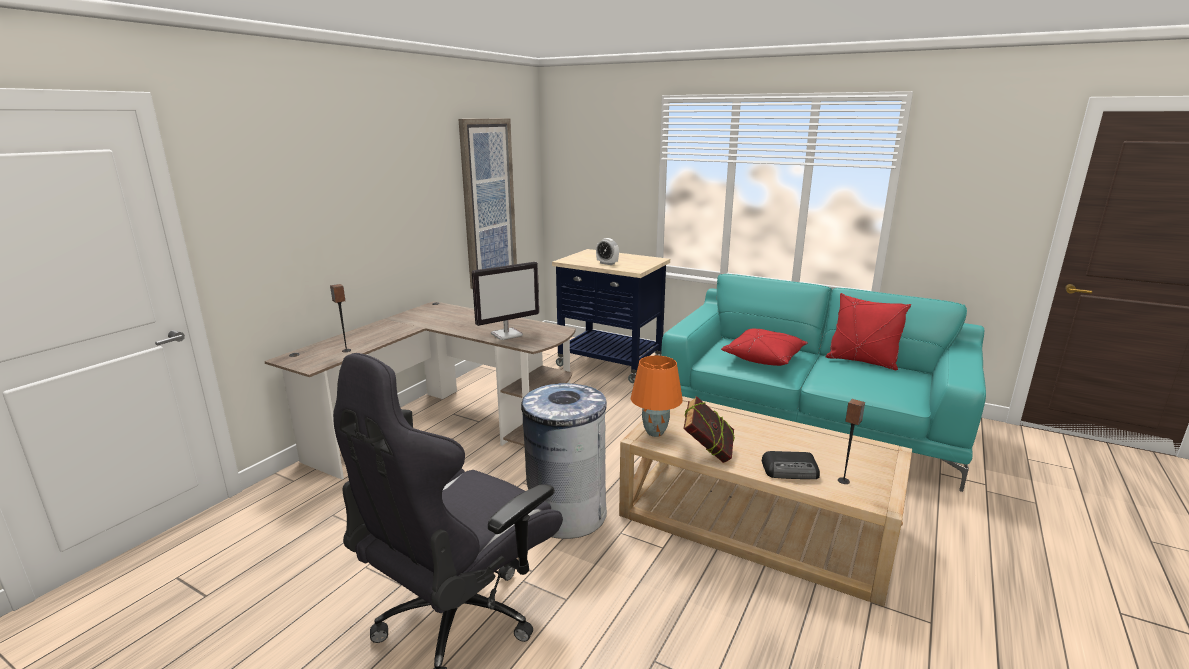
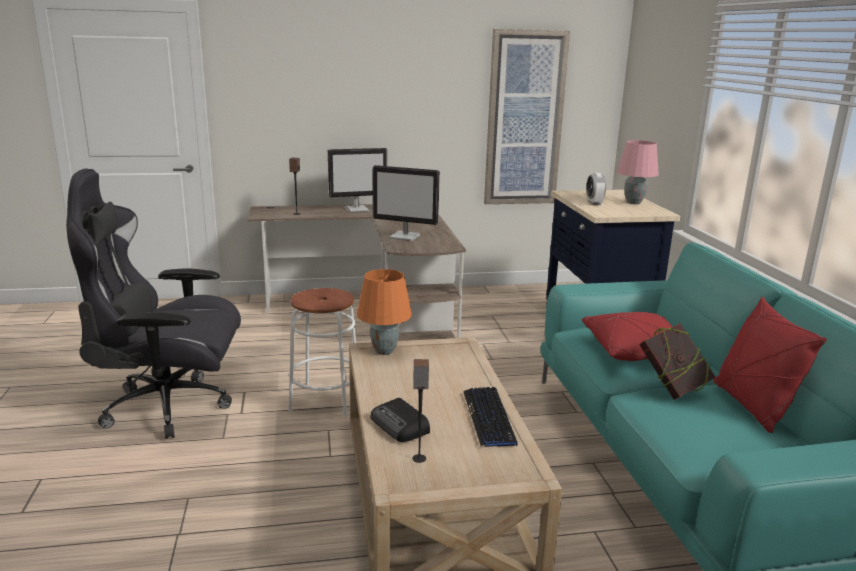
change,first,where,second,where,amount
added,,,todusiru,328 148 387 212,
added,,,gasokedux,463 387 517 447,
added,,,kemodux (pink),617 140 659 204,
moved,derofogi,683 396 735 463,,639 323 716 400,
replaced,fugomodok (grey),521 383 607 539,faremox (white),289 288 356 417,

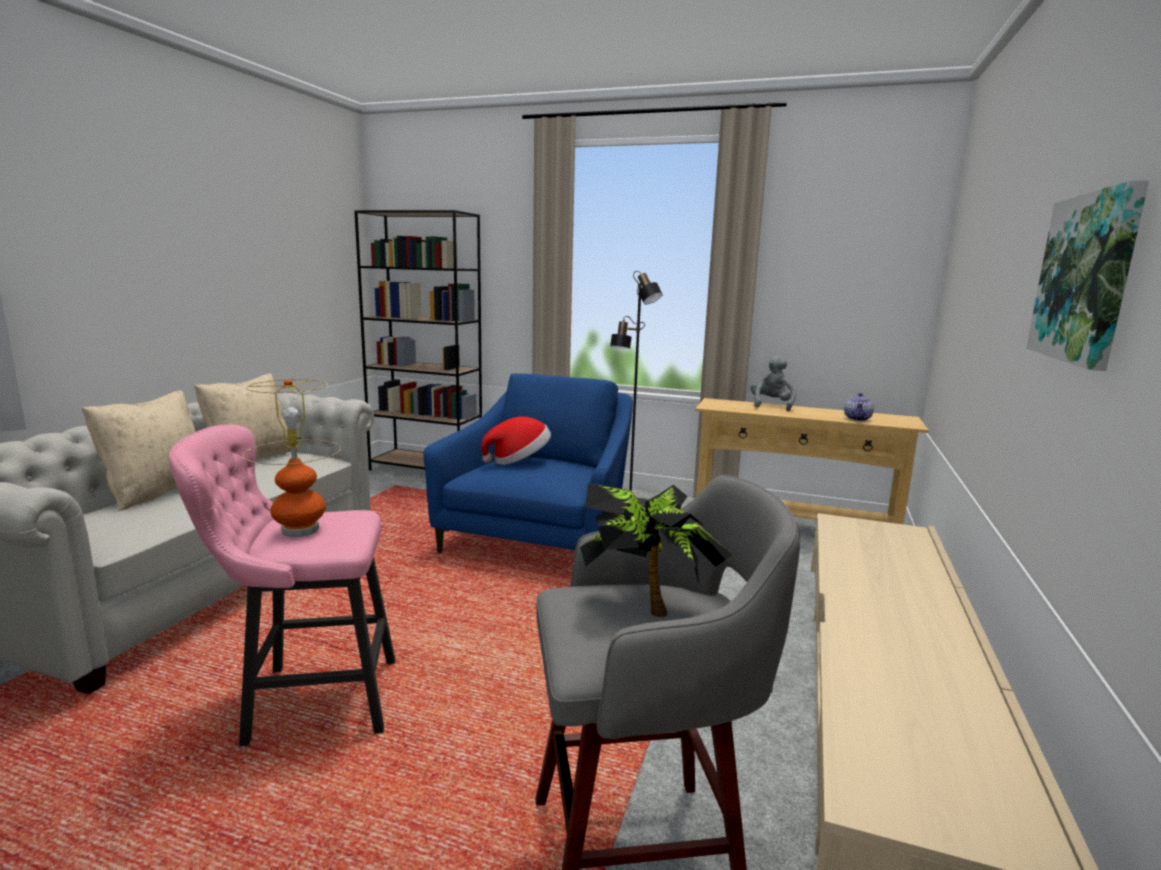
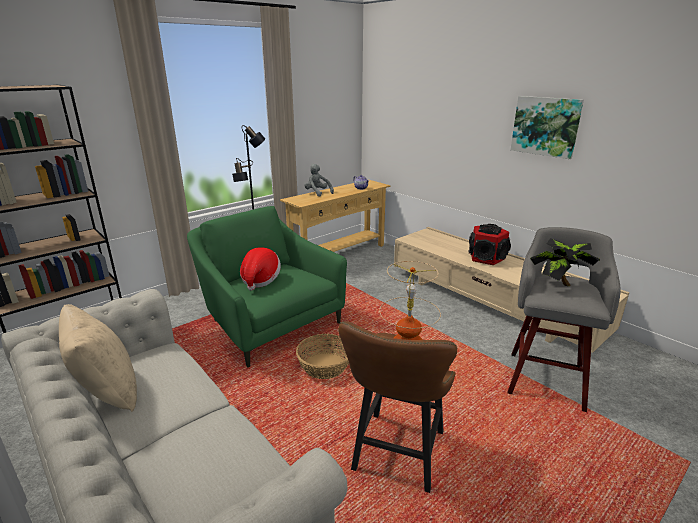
change,first,where,second,where,amount
removed,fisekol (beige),81 390 196 511,,,
added,,,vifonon,296 334 349 379,
added,,,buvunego,469 224 511 265,
recoloured,faremox (pink),169 424 395 747,faremox (brown),338 321 457 493,
recoloured,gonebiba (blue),423 373 633 553,gonebiba (green),187 206 347 368,

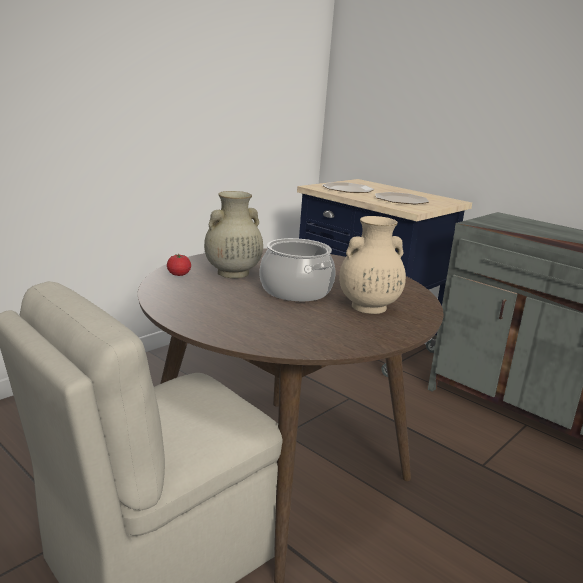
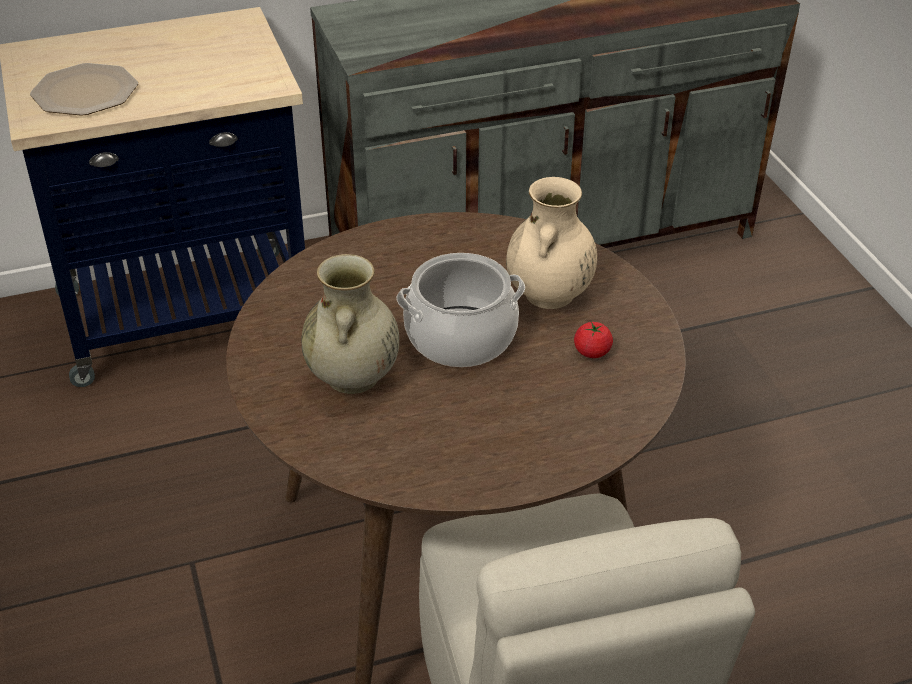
change,first,where,second,where,amount
removed,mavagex,375 192 429 204,,,
moved,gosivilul,167 254 191 276,,574 322 613 358,

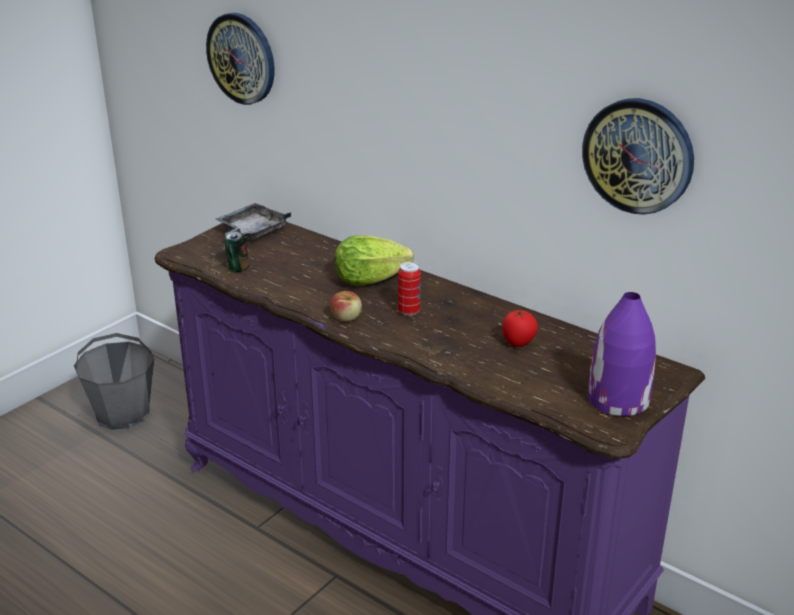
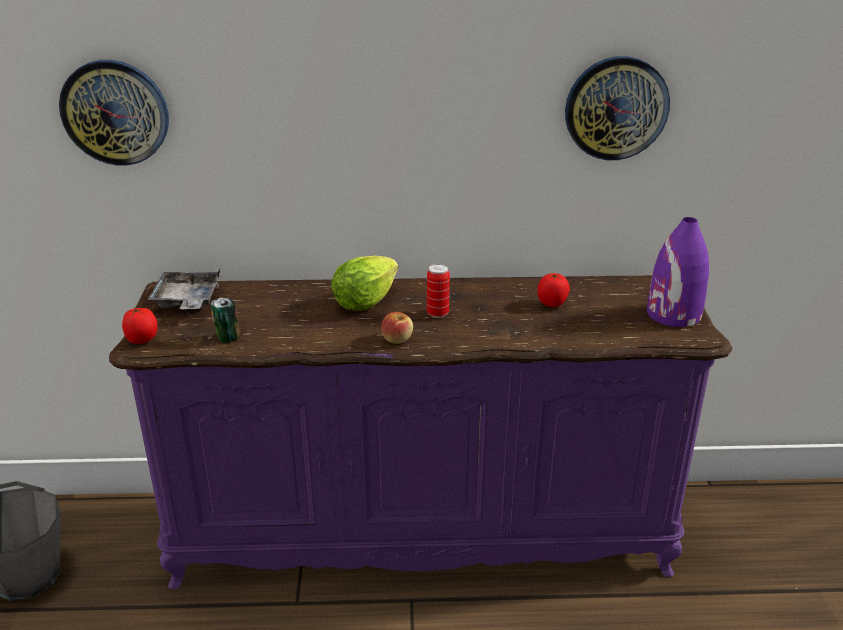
change,first,where,second,where,amount
added,,,gosivilul,122 308 158 344,

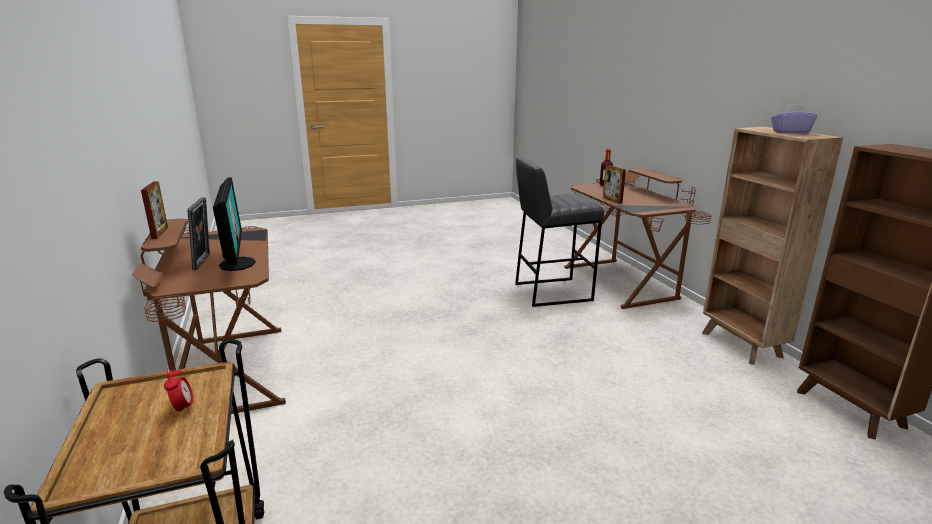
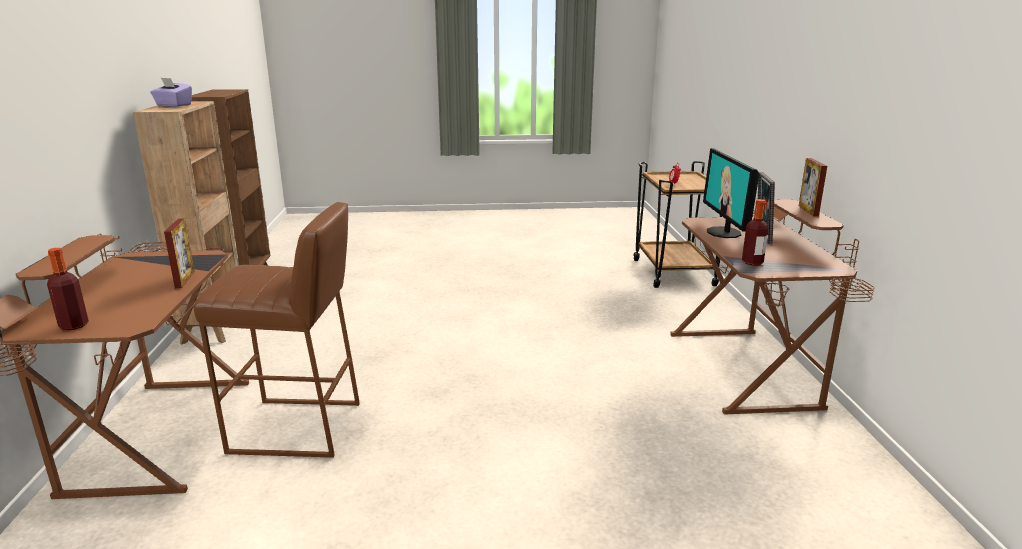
change,first,where,second,where,amount
added,,,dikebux,742 199 769 266,
recoloured,faremox (grey),515 157 604 307,faremox (brown),194 202 360 458,

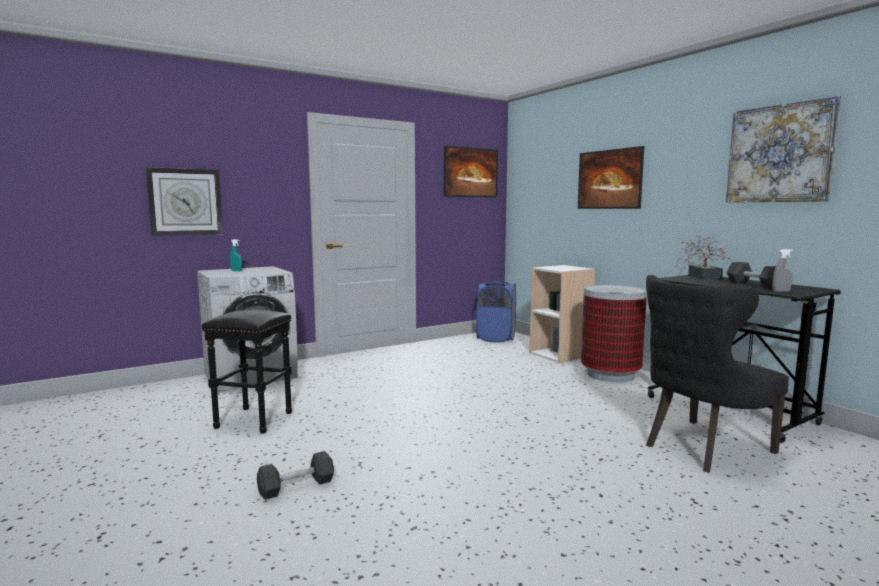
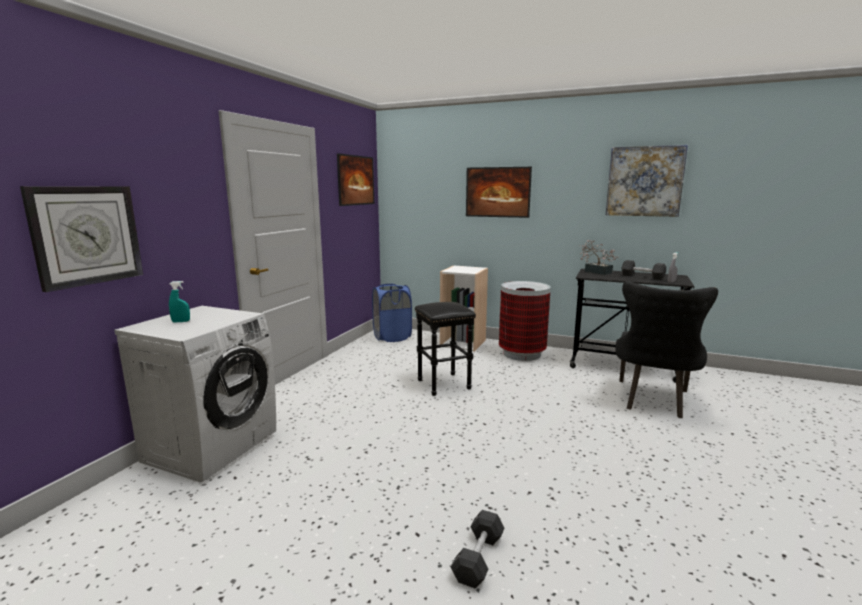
change,first,where,second,where,amount
moved,faremox (black),202 310 292 434,,415 302 476 396,

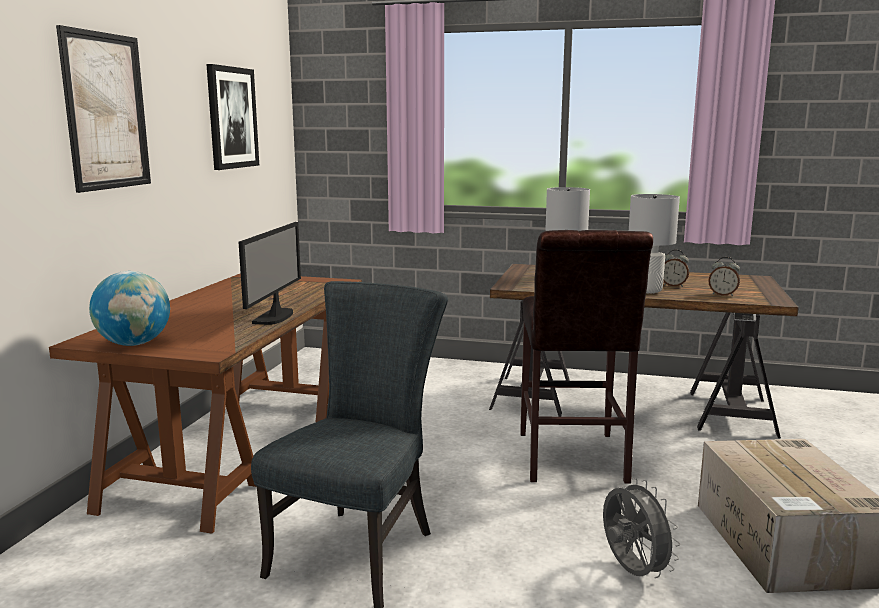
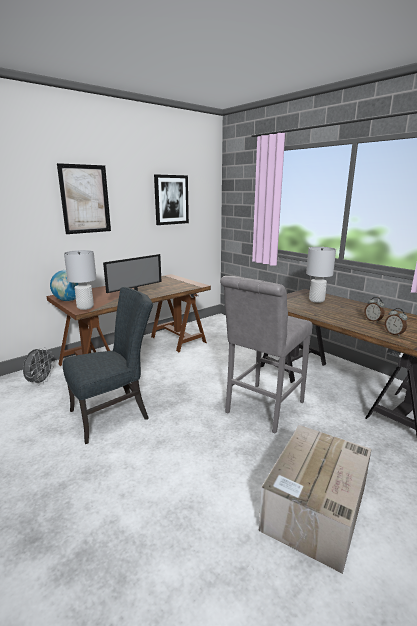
change,first,where,second,where,amount
moved,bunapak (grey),603 478 680 578,,23 347 54 385,
moved,kemodux (grey),629 194 680 294,,64 250 97 310,
recoloured,faremox (brown),520 230 653 484,faremox (grey),220 276 313 434,

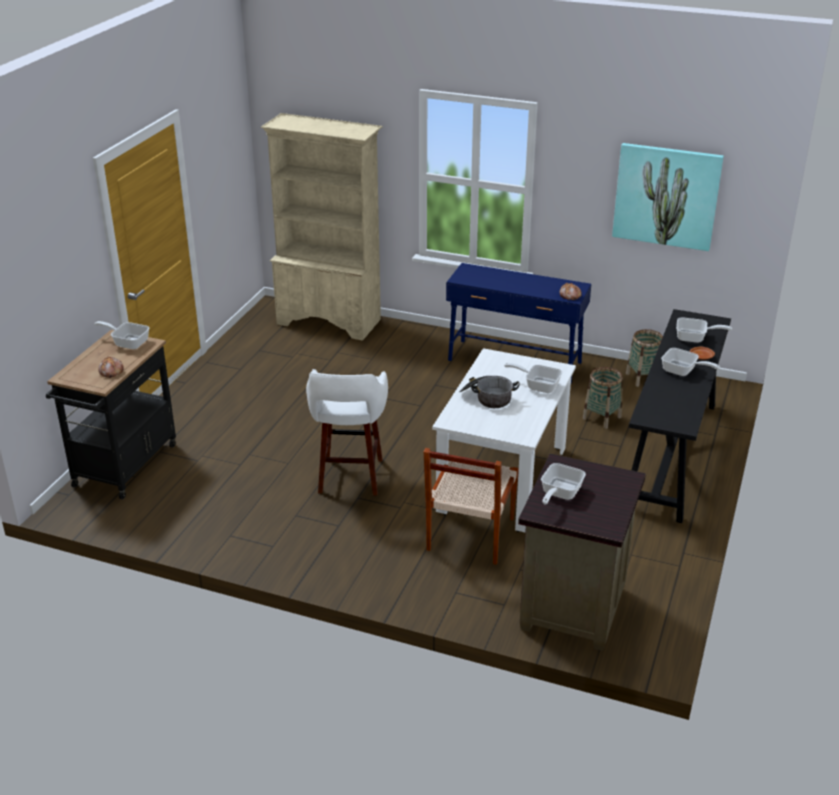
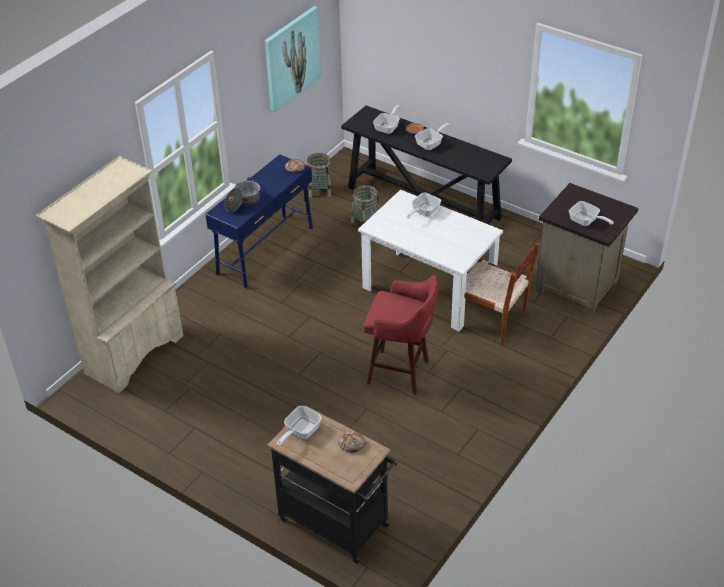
change,first,where,second,where,amount
moved,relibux,459 376 520 408,,225 177 260 212,
recoloured,faremox (white),306 369 388 496,faremox (red),363 275 439 395,

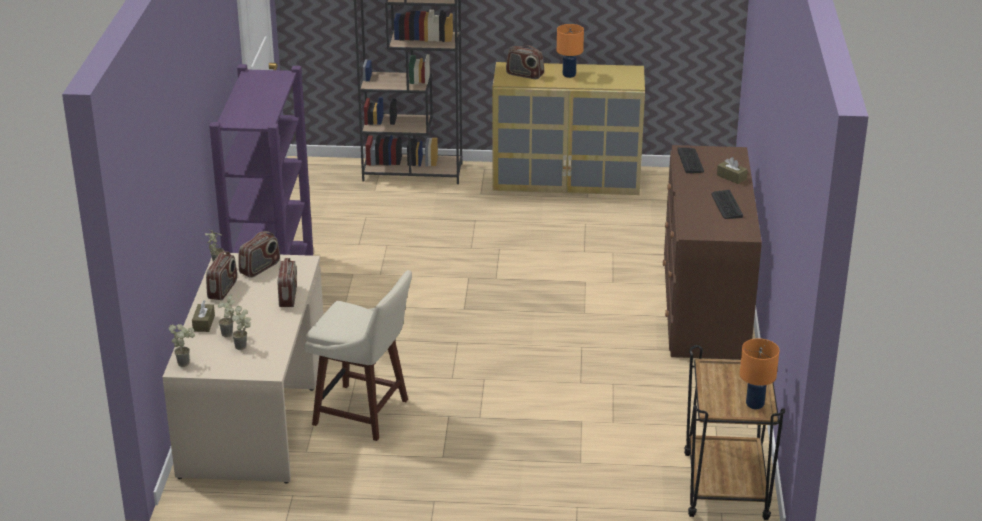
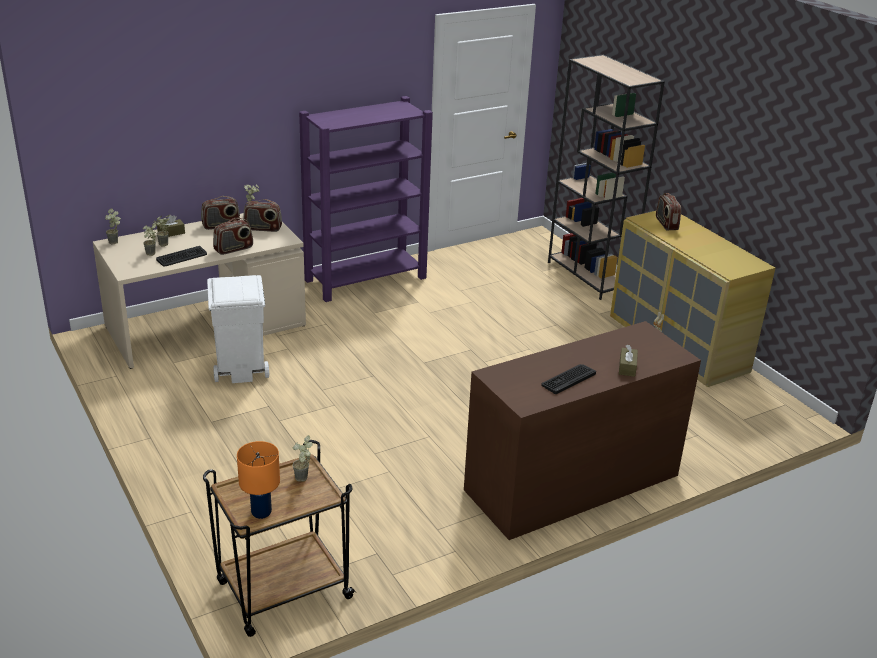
change,first,where,second,where,amount
removed,kemodux (orange),557 24 584 78,,,
added,,,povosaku,292 435 313 482,
moved,gasokedux,677 147 704 173,,156 246 207 266,
replaced,faremox (beige),305 270 412 441,fugomodok (white),207 275 269 383,

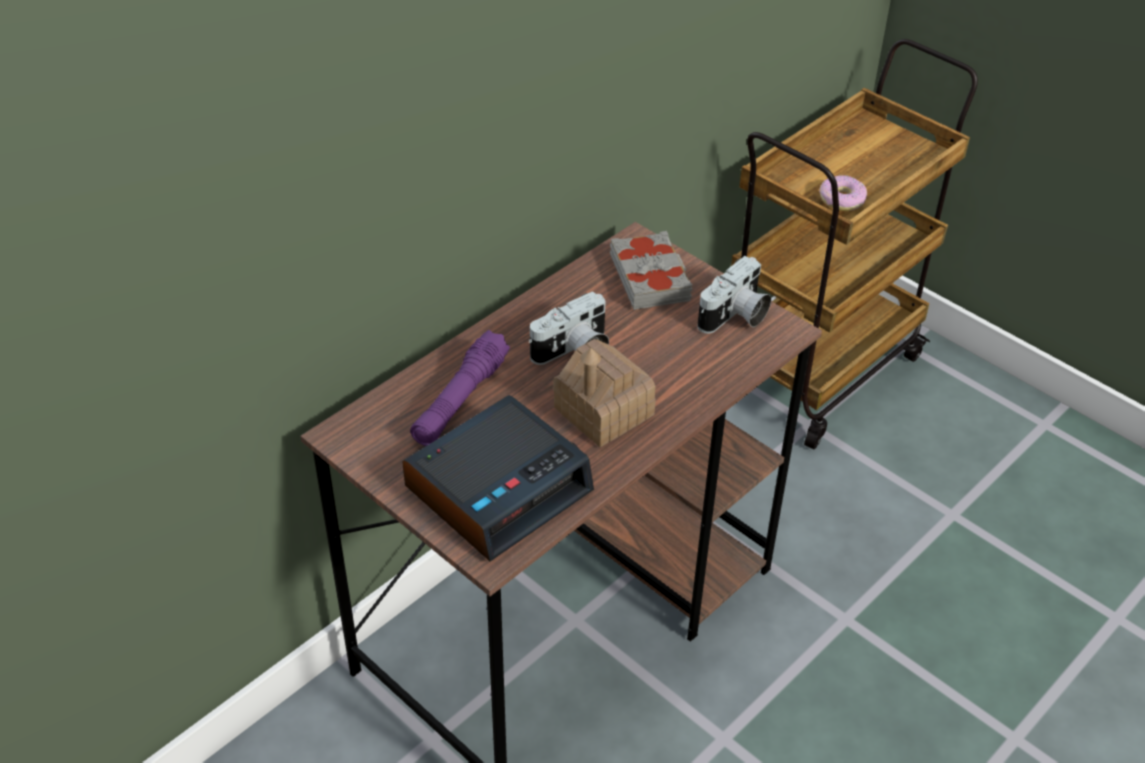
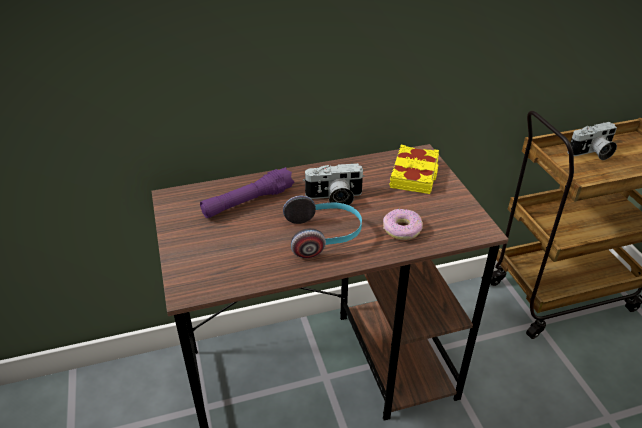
change,first,where,second,where,amount
removed,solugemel,402 395 594 561,,,
moved,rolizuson,697 256 771 334,,567 122 617 160,
moved,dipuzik,819 175 867 211,,383 209 423 240,
replaced,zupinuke,553 339 656 447,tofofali,283 196 362 258,
recoloured,derofogi (grey),610 231 692 310,derofogi (yellow),389 145 439 194,

